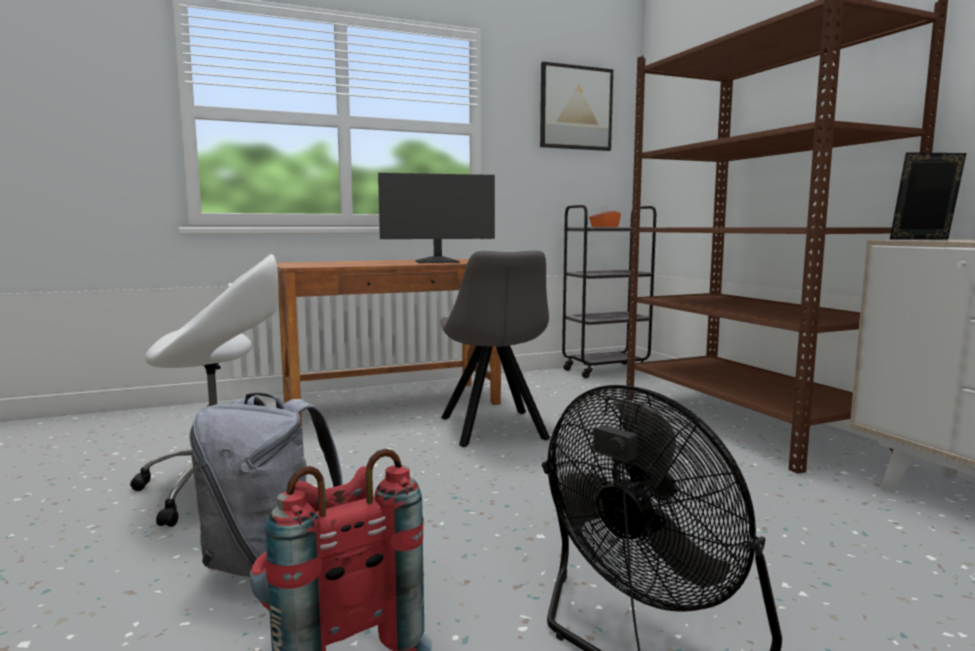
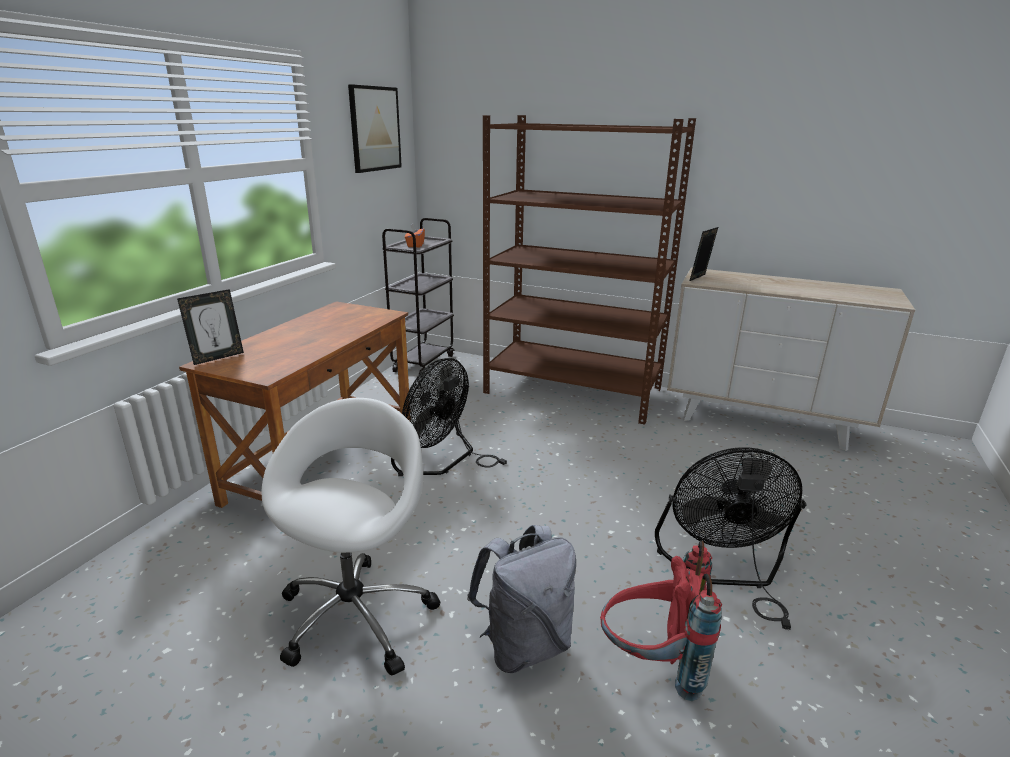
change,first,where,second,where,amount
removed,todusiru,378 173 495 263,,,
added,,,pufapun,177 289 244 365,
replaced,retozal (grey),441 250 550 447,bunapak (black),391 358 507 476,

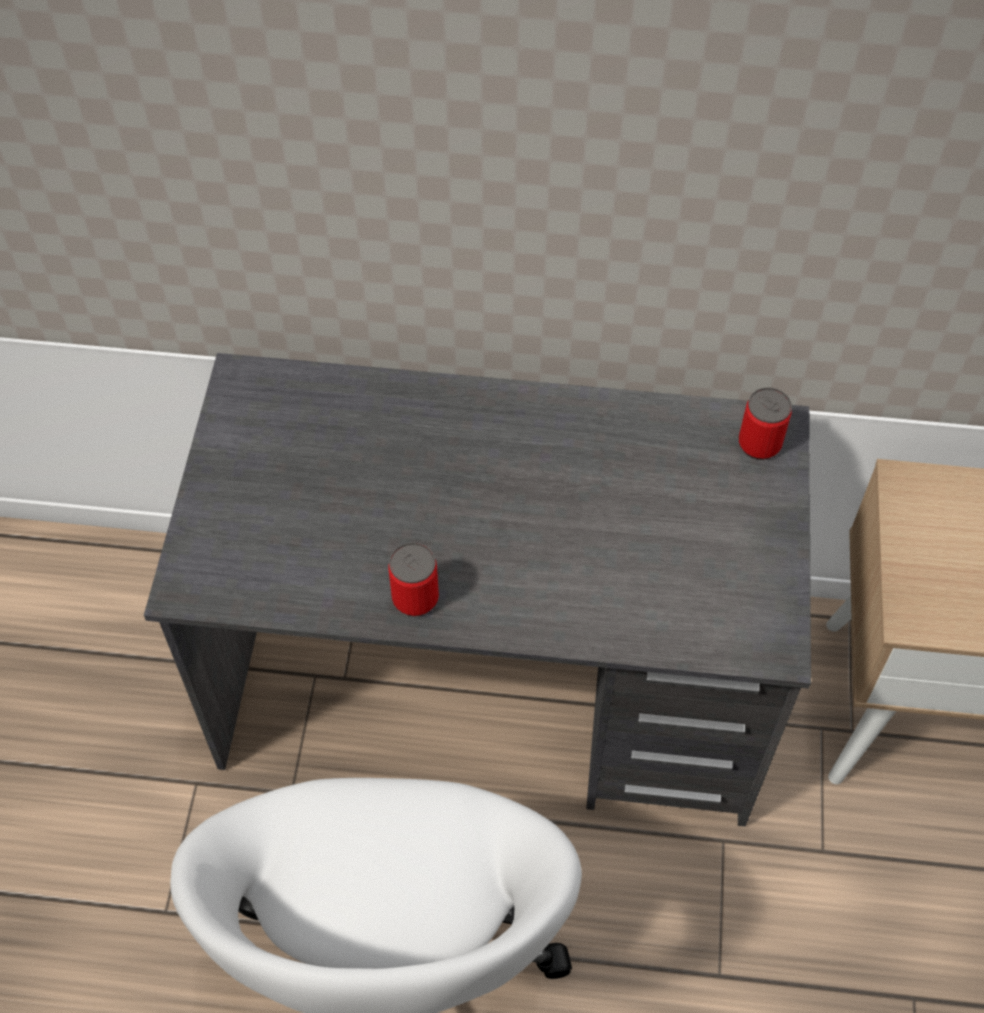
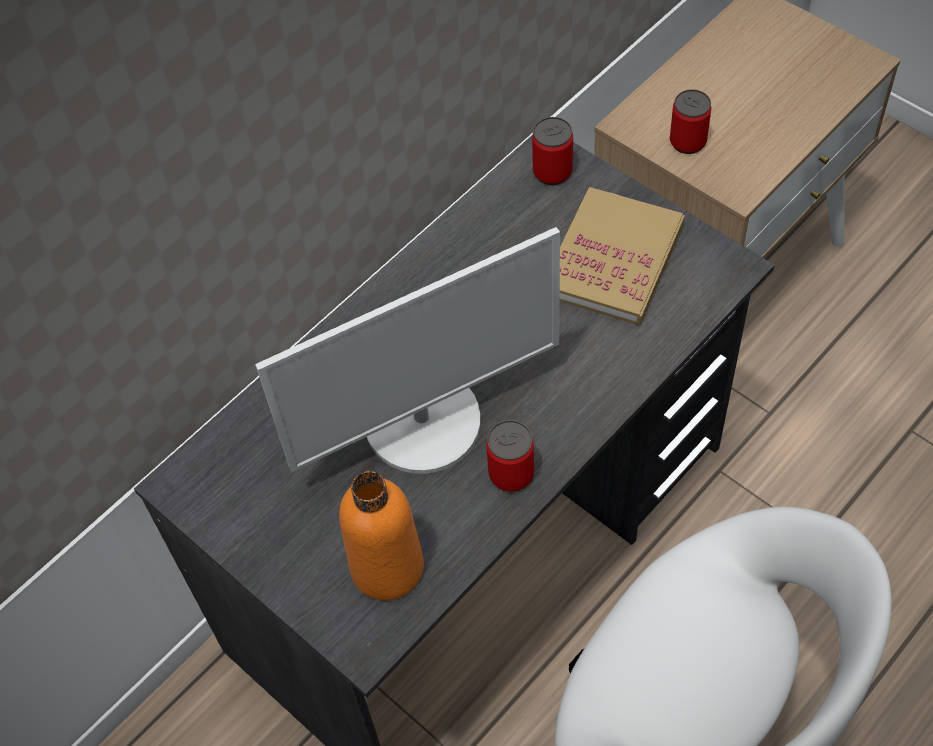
change,first,where,second,where,amount
added,,,todusiru,255 227 560 474,
added,,,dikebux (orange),339 471 424 601,
added,,,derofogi,560 187 685 325,
added,,,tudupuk,670 89 711 154,

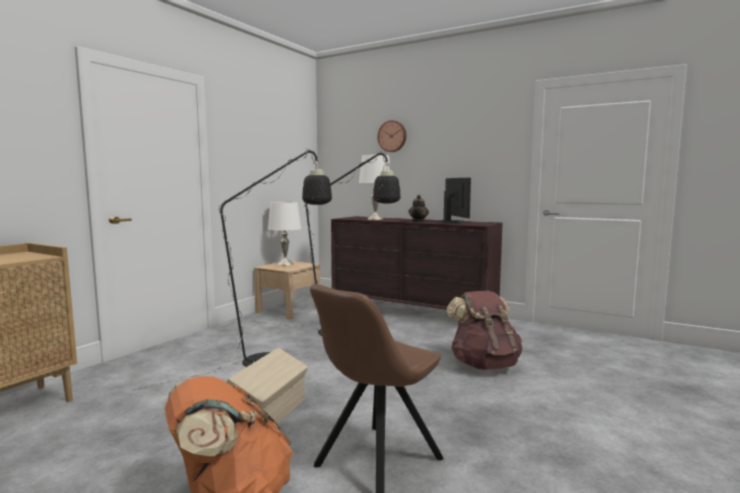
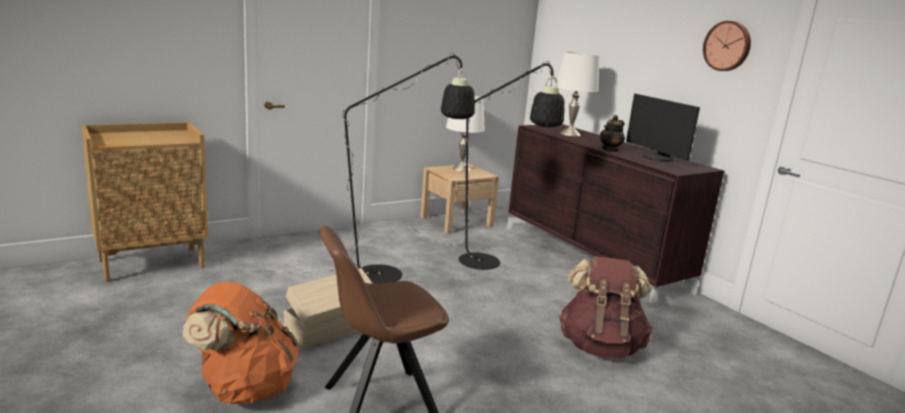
change,first,where,second,where,amount
moved,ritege,377 120 406 152,,703 21 751 71,
turned,todusiru,442 178 471 223,,626 94 700 162,135 degrees clockwise

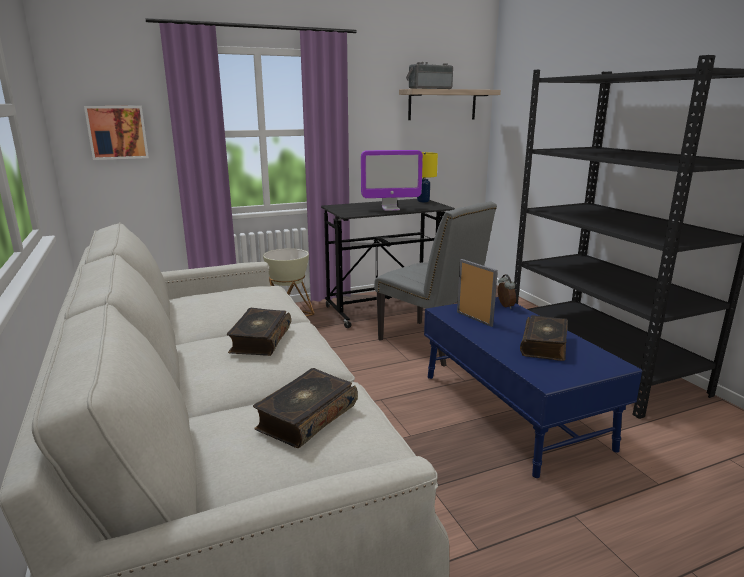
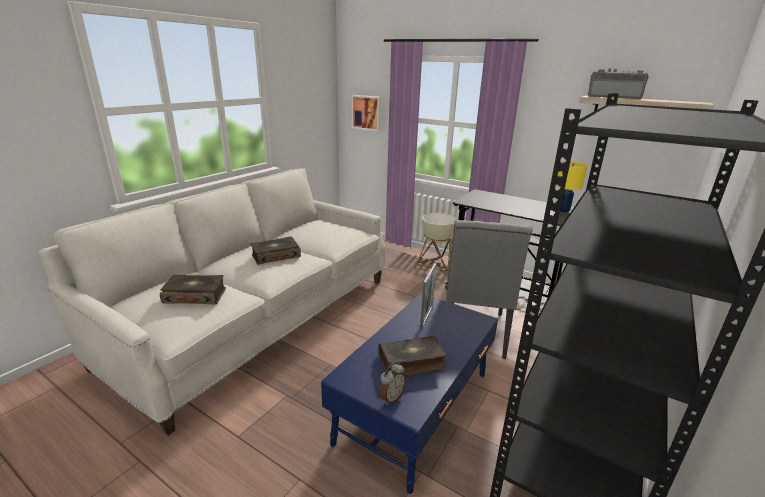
change,first,where,second,where,amount
removed,todusiru,361 150 423 211,,,
moved,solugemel,498 274 516 309,,379 362 406 405,

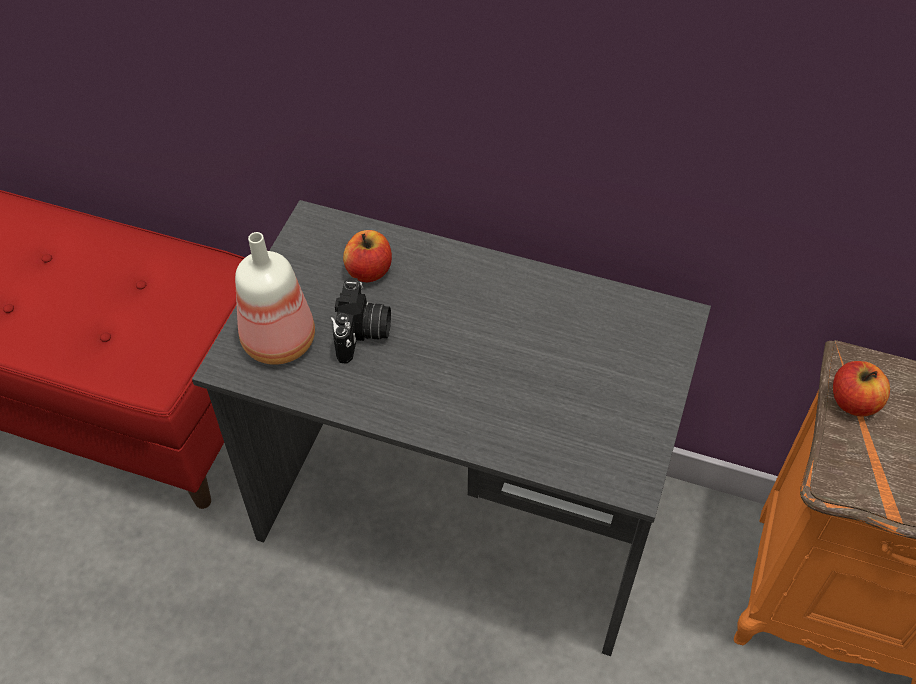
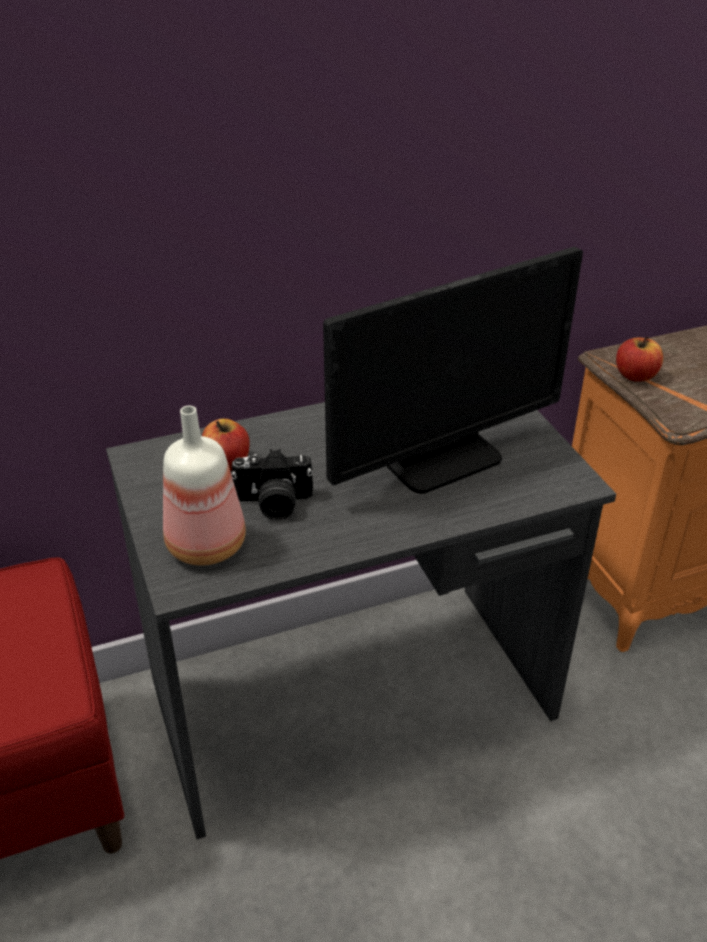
change,first,where,second,where,amount
added,,,todusiru,323 247 583 494,
turned,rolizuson,331 278 391 364,,232 449 313 520,120 degrees clockwise

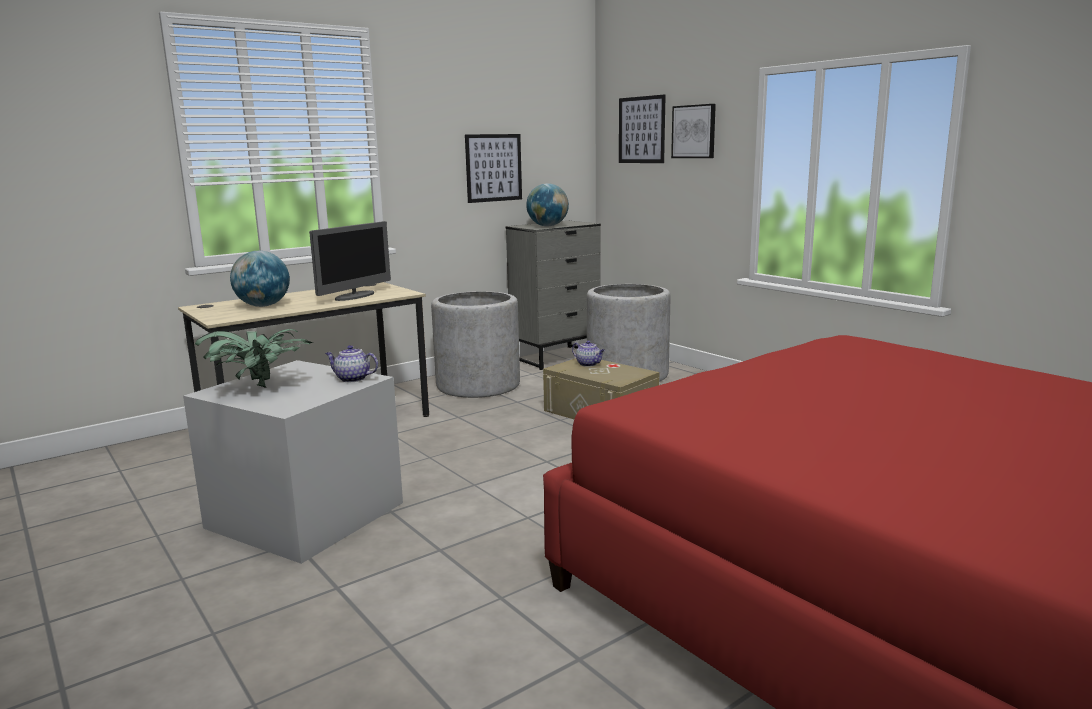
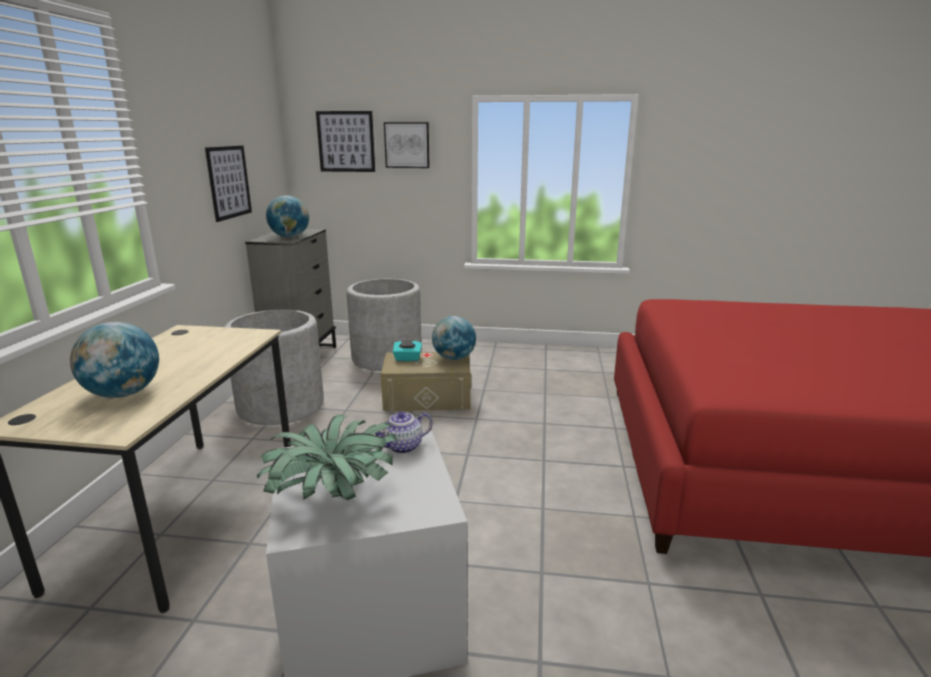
change,first,where,second,where,amount
removed,todusiru,309 221 391 301,,,
added,,,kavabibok,432 316 476 360,
replaced,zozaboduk,572 340 605 367,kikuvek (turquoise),393 340 422 361,

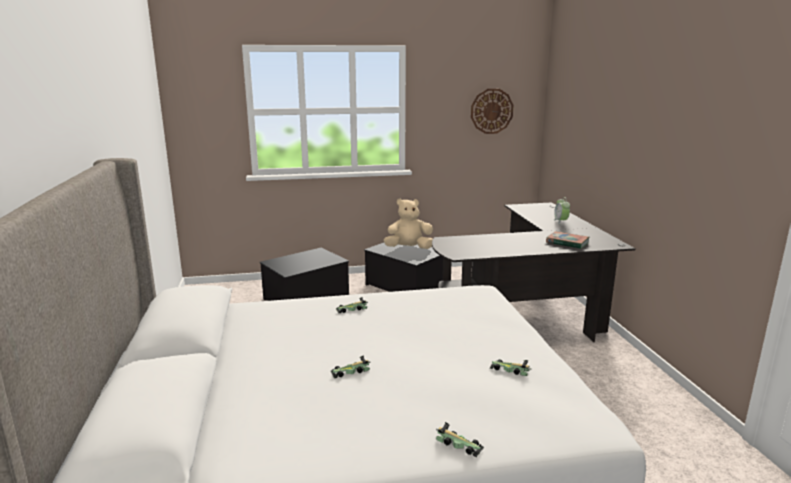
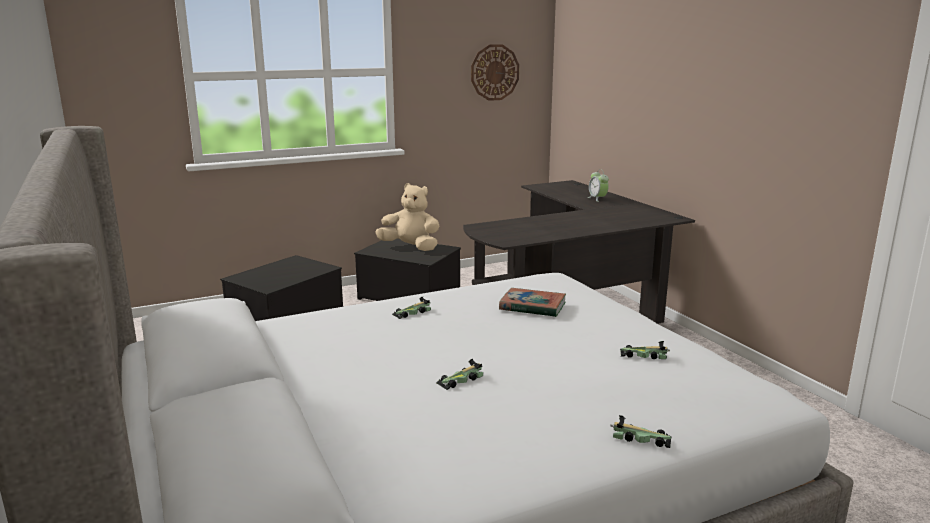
change,first,where,second,where,amount
moved,derofogi,546 231 589 249,,499 288 566 317,
turned,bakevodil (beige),384 198 433 249,,376 183 439 251,45 degrees clockwise

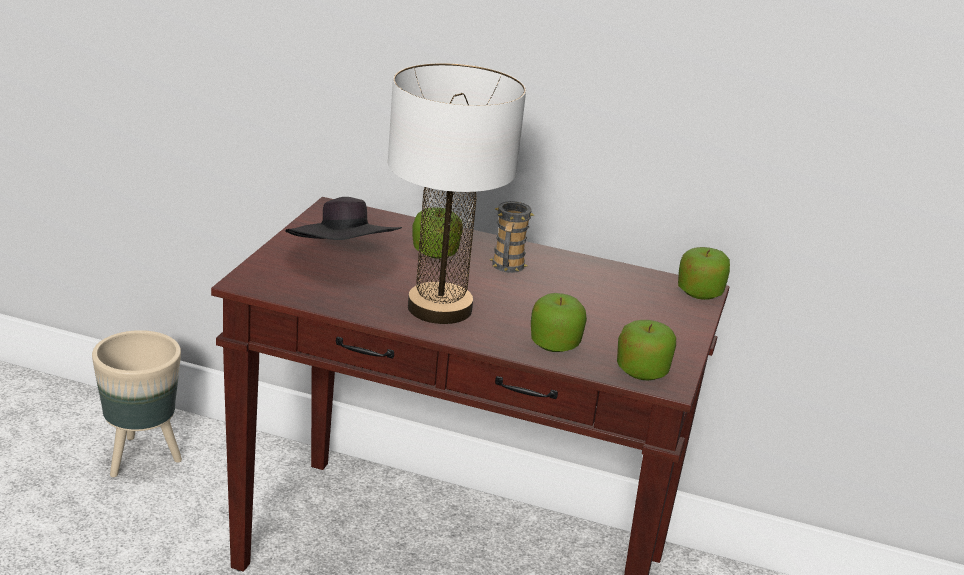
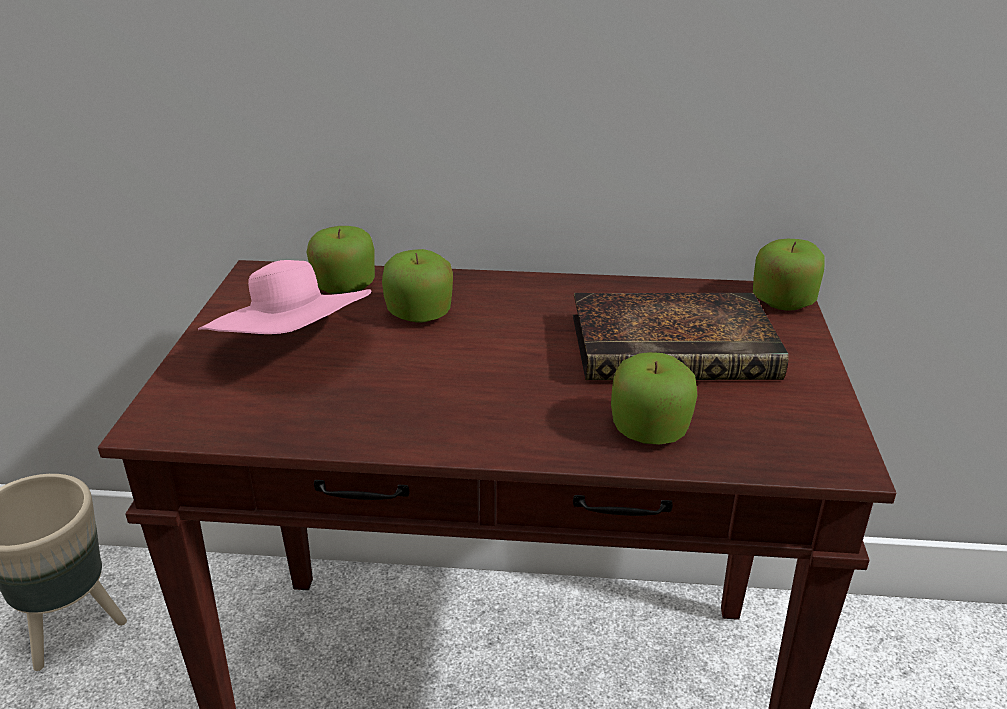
change,first,where,second,where,amount
removed,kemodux,388 63 526 324,,,
removed,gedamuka,489 201 534 273,,,
added,,,derofogi,573 293 789 380,
moved,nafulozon,617 320 676 380,,306 226 375 294,
recoloured,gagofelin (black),285 197 402 240,gagofelin (pink),198 260 371 334,

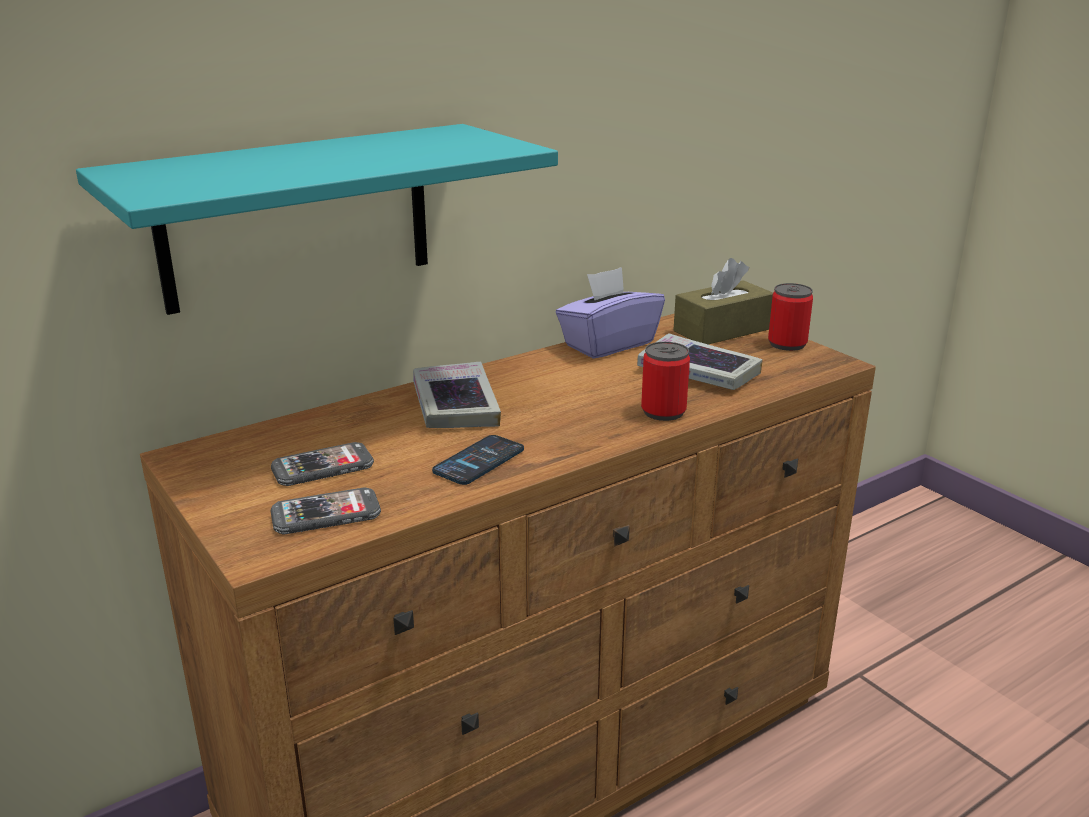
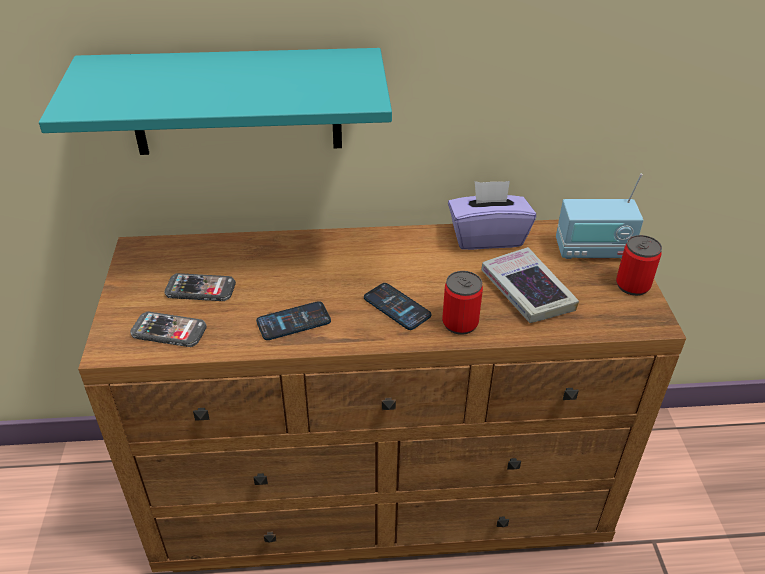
change,first,where,second,where,amount
removed,derofogi,413 362 501 428,,,
added,,,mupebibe,364 283 431 330,
replaced,kikuvek (brown),673 258 773 344,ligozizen,556 173 643 259,

